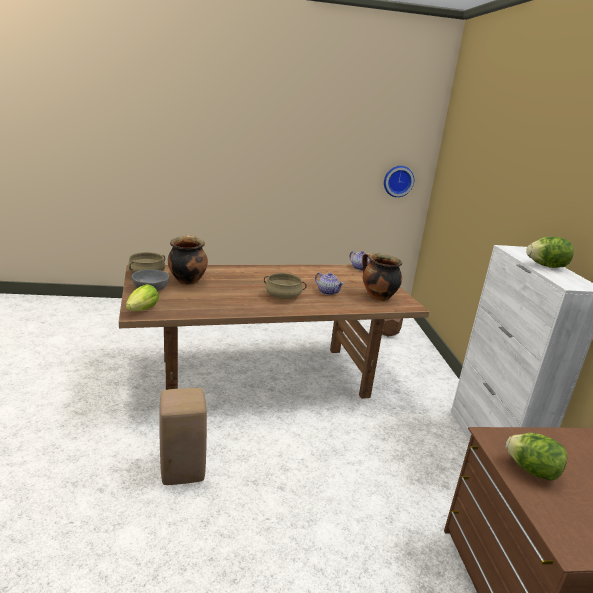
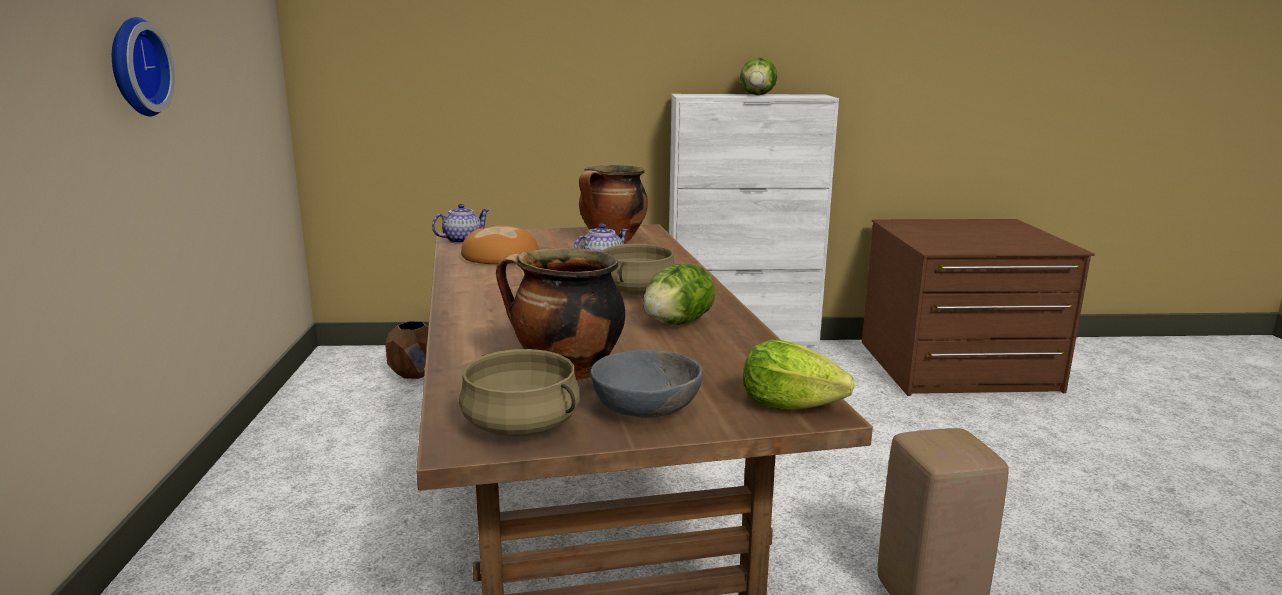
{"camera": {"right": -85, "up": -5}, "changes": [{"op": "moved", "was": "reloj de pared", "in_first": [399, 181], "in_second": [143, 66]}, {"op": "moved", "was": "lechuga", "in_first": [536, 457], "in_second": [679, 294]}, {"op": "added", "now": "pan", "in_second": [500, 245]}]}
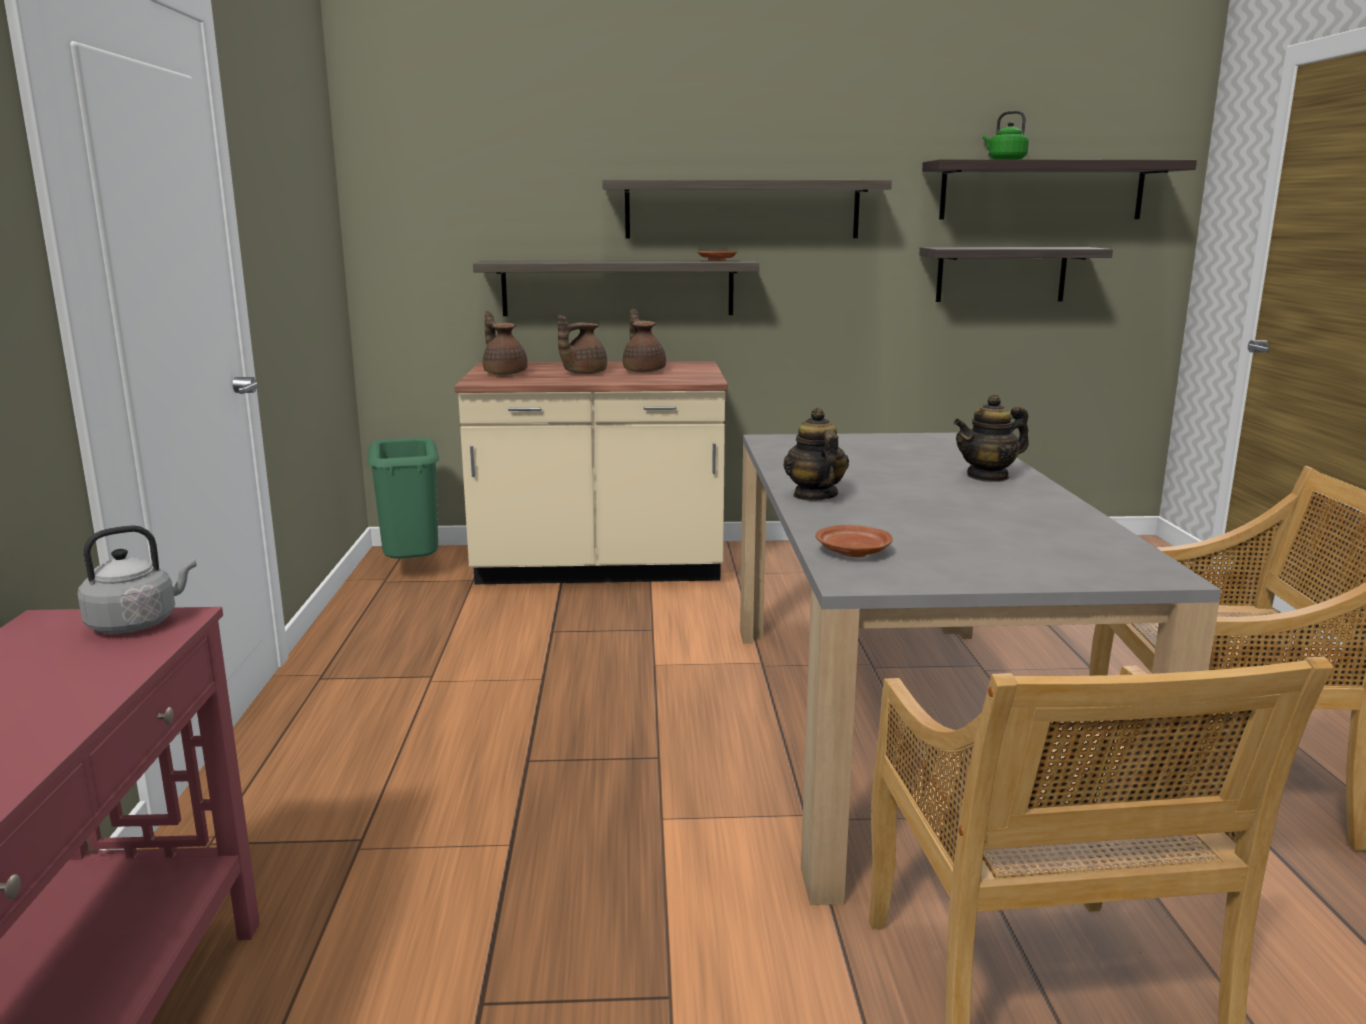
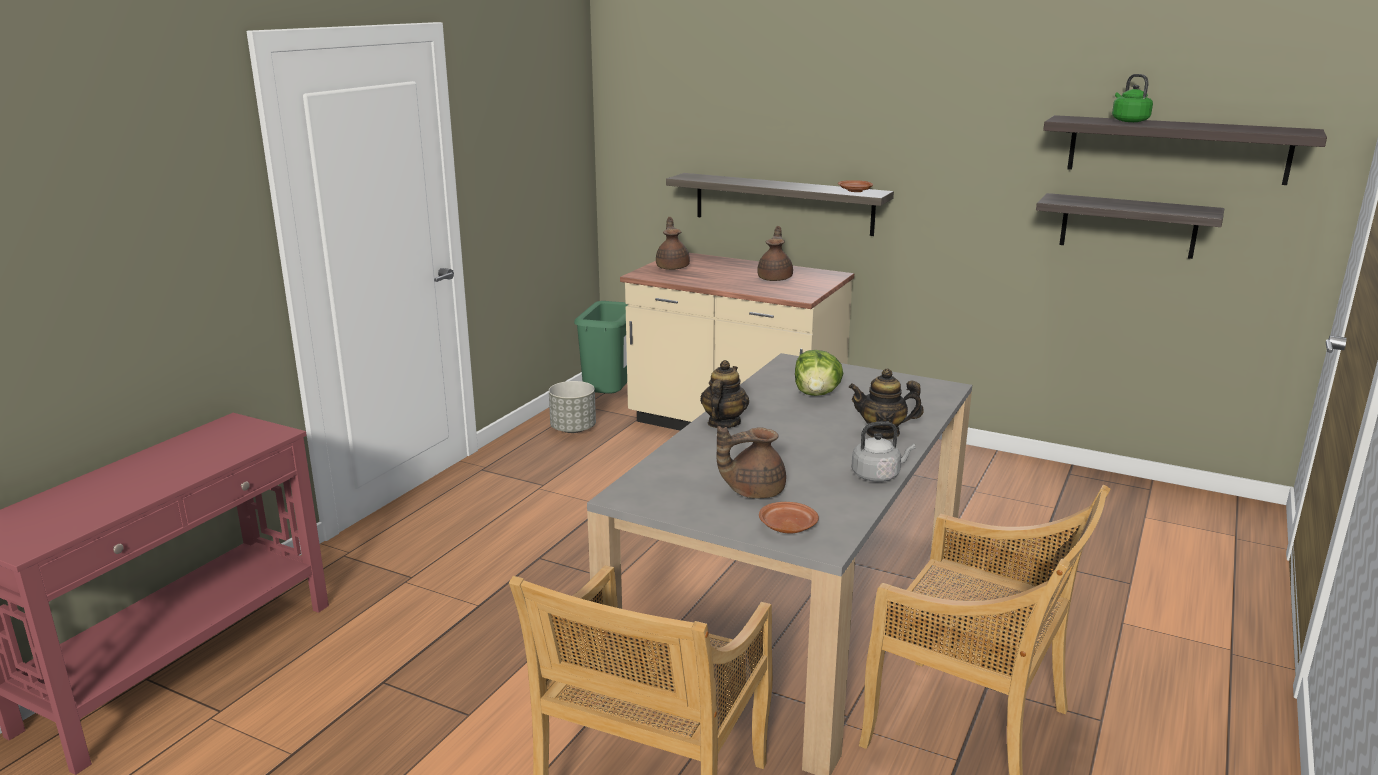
{"camera": {"right": 30, "up": 5}, "changes": [{"op": "removed", "was": "estante", "in_first": [747, 209]}, {"op": "moved", "was": "tetera [marrón]", "in_first": [582, 344], "in_second": [751, 462]}, {"op": "moved", "was": "hervidor [gris]", "in_first": [137, 579], "in_second": [883, 451]}, {"op": "moved", "was": "plato [marrón]", "in_first": [854, 541], "in_second": [789, 517]}, {"op": "added", "now": "lechuga", "in_second": [819, 373]}, {"op": "added", "now": "maceta [gris]", "in_second": [572, 407]}]}
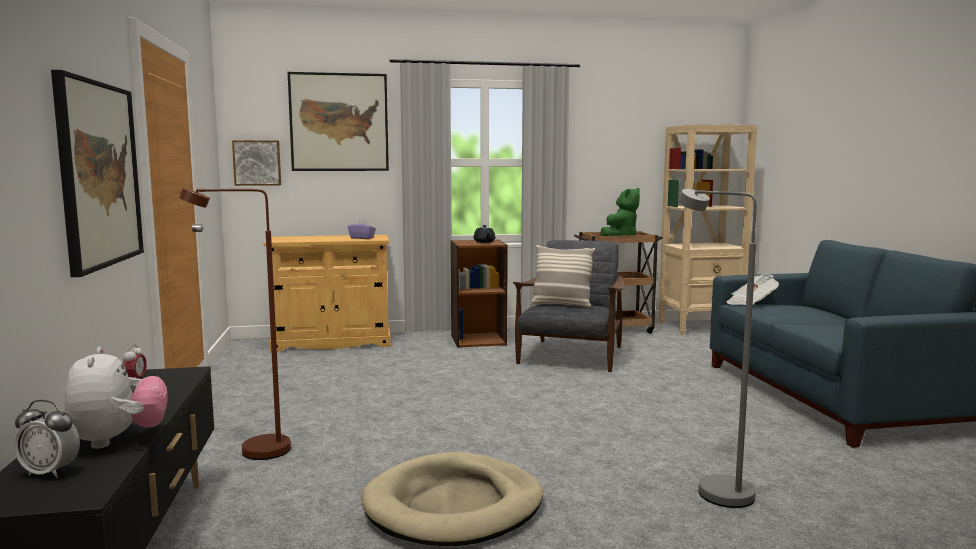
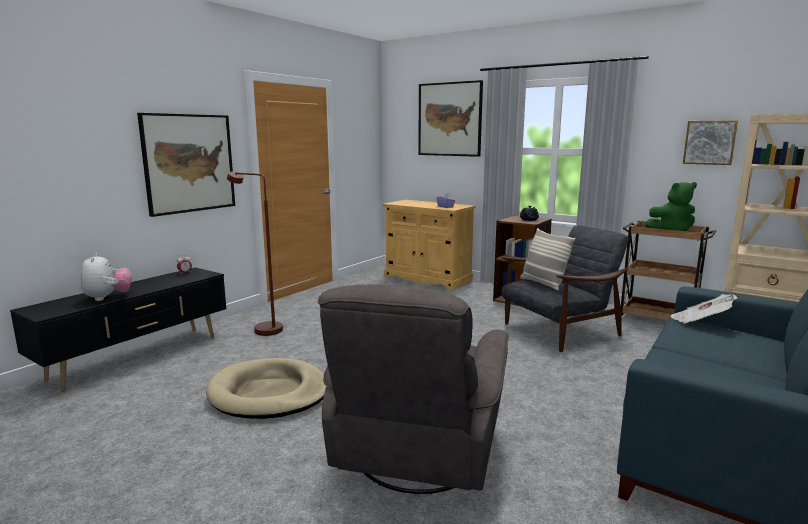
{"camera": {"right": 45, "up": 5}, "changes": [{"op": "moved", "was": "cuadro", "in_first": [256, 163], "in_second": [710, 142]}, {"op": "replaced", "was": "lámpara de pie [gris]", "now": "sillón [gris]", "in_first": [717, 348], "in_second": [413, 389]}, {"op": "turned", "was": "peluche", "in_first": [115, 398], "in_second": [106, 277], "clockwise": -45}, {"op": "removed", "was": "despertador", "in_first": [47, 439]}]}
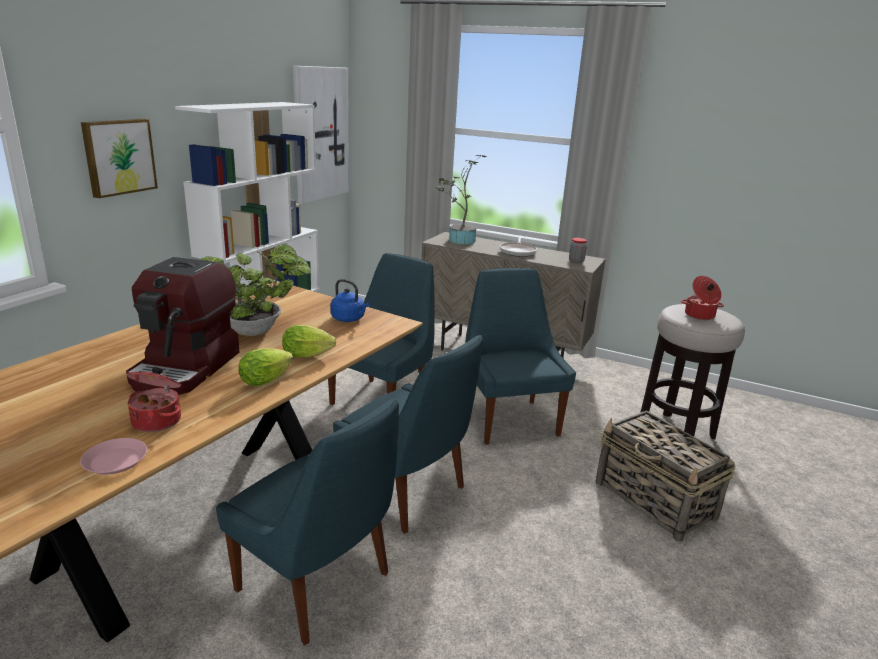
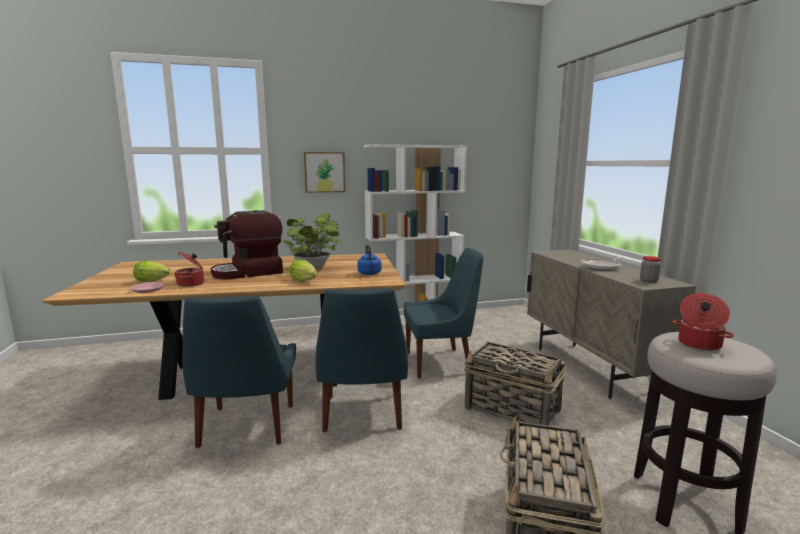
{"camera": {"right": 50, "up": -10}, "changes": [{"op": "removed", "was": "cuadro", "in_first": [321, 135]}, {"op": "removed", "was": "planta en maceta", "in_first": [461, 199]}, {"op": "replaced", "was": "silla [azul]", "now": "cesta", "in_first": [520, 356], "in_second": [515, 383]}, {"op": "moved", "was": "lechuga", "in_first": [265, 367], "in_second": [152, 271]}]}
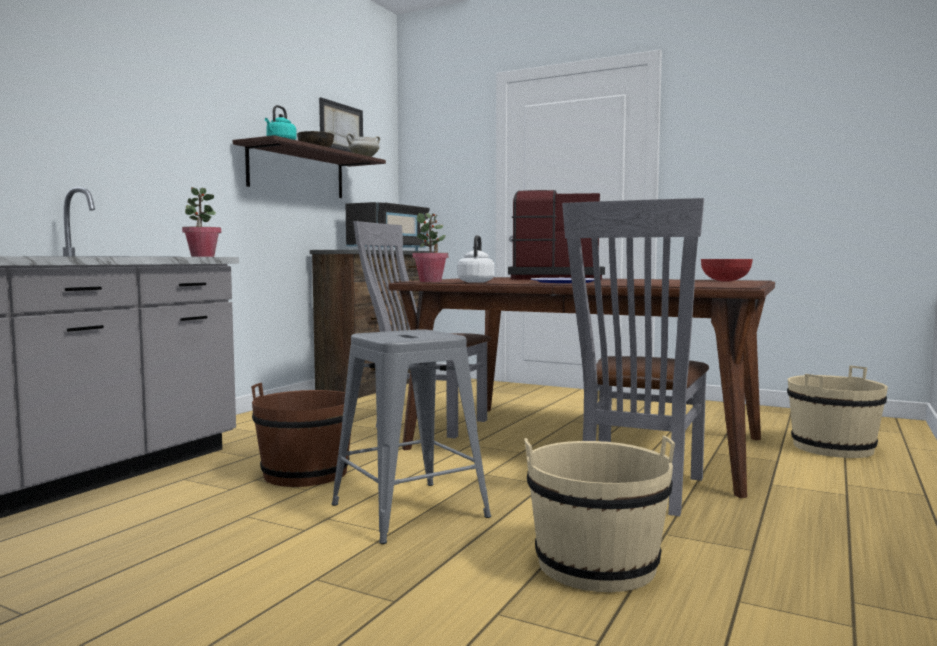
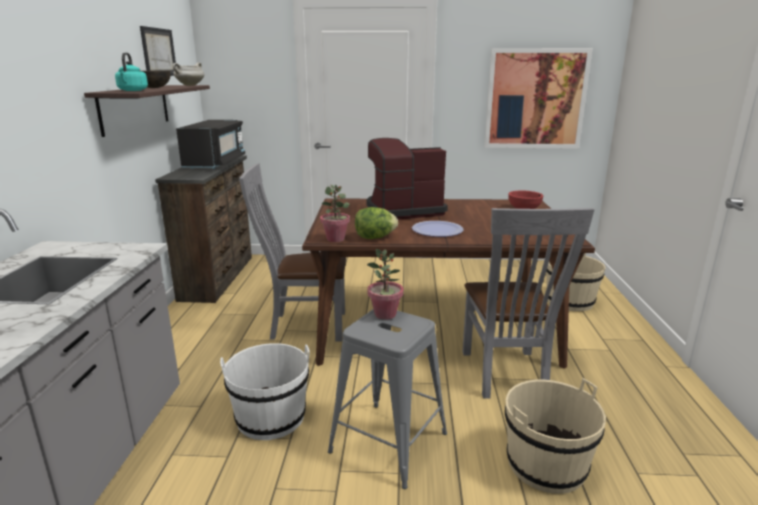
{"camera": {"right": -25, "up": 15}, "changes": [{"op": "moved", "was": "planta en maceta", "in_first": [201, 222], "in_second": [385, 284]}, {"op": "replaced", "was": "hervidor [blanco]", "now": "lechuga", "in_first": [476, 259], "in_second": [376, 223]}, {"op": "recoloured", "was": "cubo [marrón]", "now": "cubo [blanco]", "in_first": [303, 435], "in_second": [265, 391]}, {"op": "added", "now": "cuadro", "in_second": [538, 98]}]}
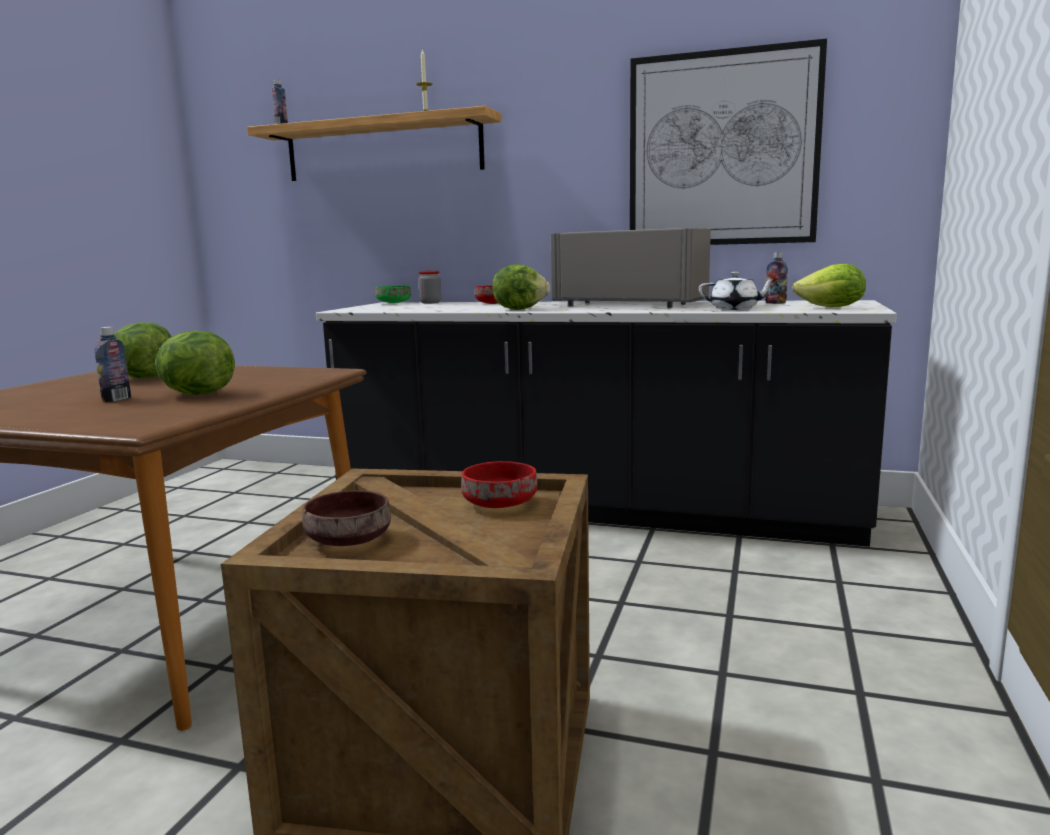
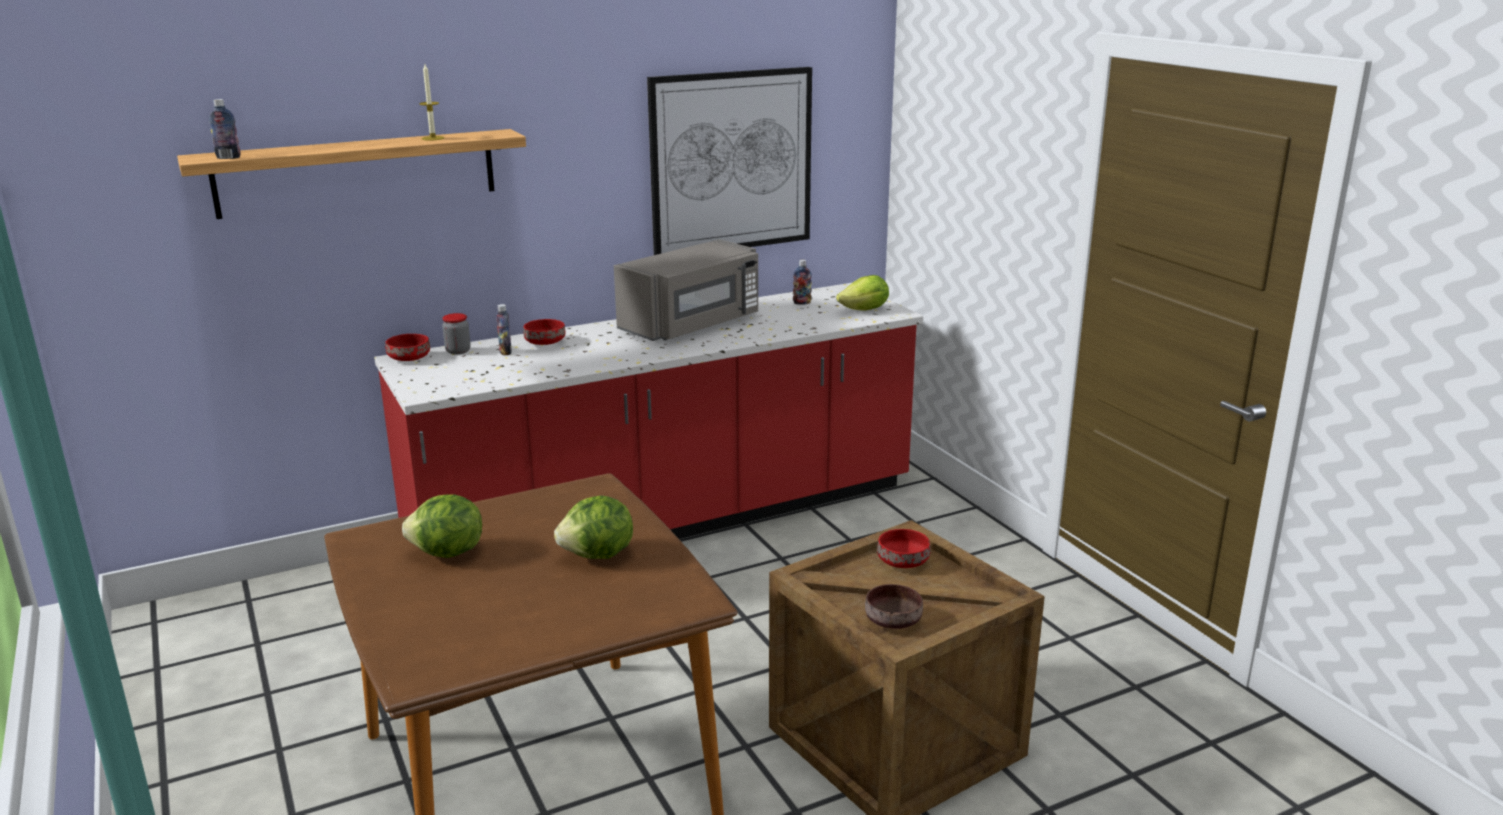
{"camera": {"right": -45, "up": 10}, "changes": [{"op": "turned", "was": "microondas [gris]", "in_first": [631, 268], "in_second": [686, 290], "clockwise": 150}, {"op": "removed", "was": "lechuga", "in_first": [521, 287]}, {"op": "removed", "was": "tetera [blanco]", "in_first": [738, 291]}, {"op": "recoloured", "was": "cuenco [verde]", "now": "cuenco [rojo]", "in_first": [393, 294], "in_second": [407, 347]}, {"op": "recoloured", "was": "mueble bajo de cocina [negro]", "now": "mueble bajo de cocina [rojo]", "in_first": [606, 423], "in_second": [648, 411]}, {"op": "moved", "was": "botella", "in_first": [113, 364], "in_second": [504, 330]}]}
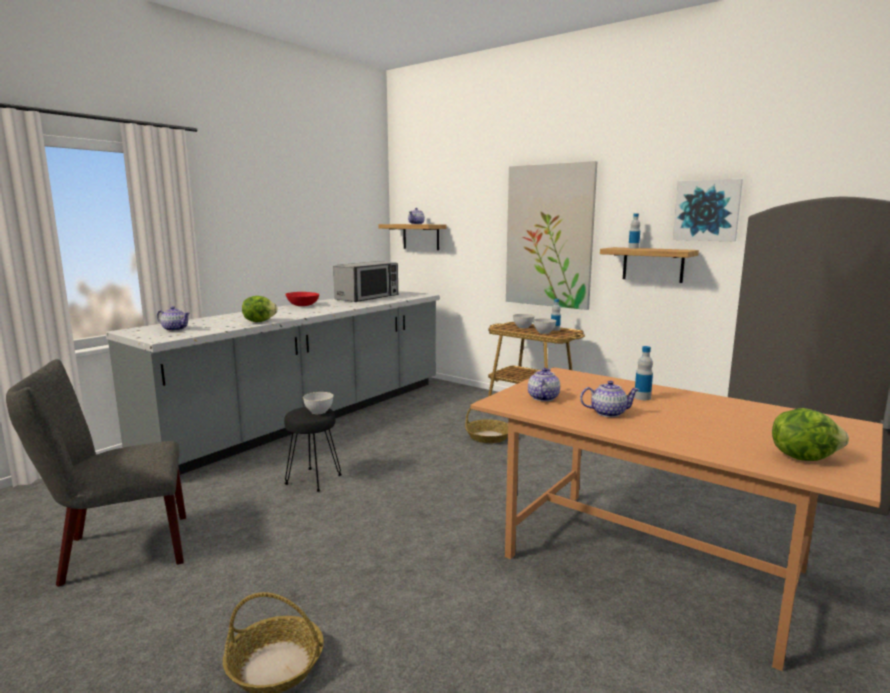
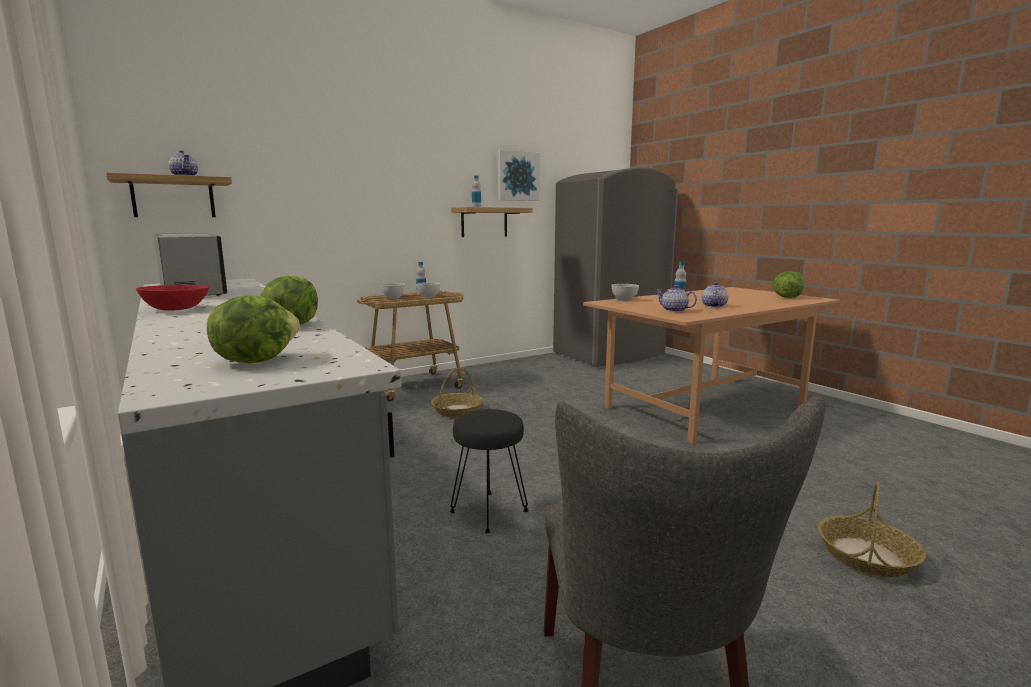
{"camera": {"right": -70, "up": 0}, "changes": [{"op": "removed", "was": "cuadro", "in_first": [551, 235]}, {"op": "replaced", "was": "tetera", "now": "lechuga", "in_first": [173, 318], "in_second": [253, 329]}, {"op": "moved", "was": "cuenco [gris]", "in_first": [318, 403], "in_second": [625, 292]}]}
